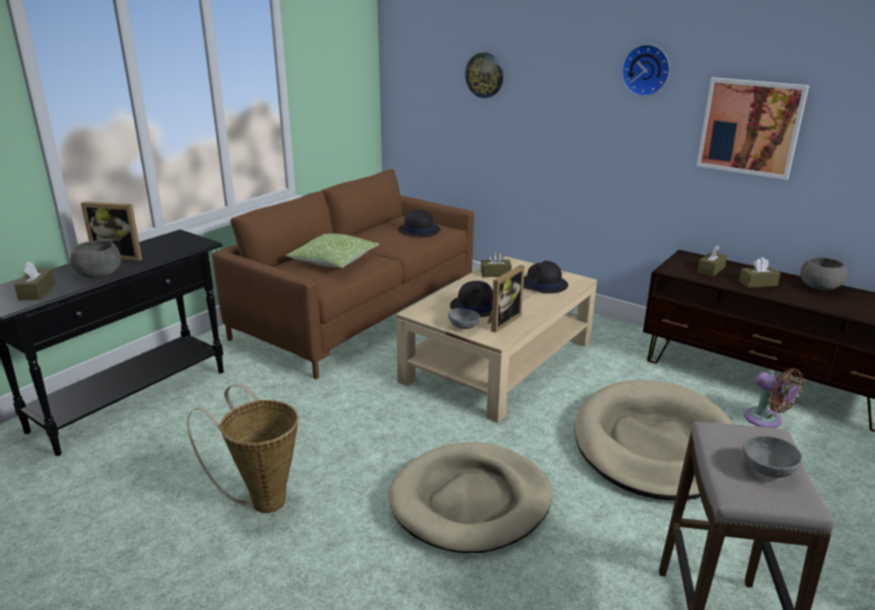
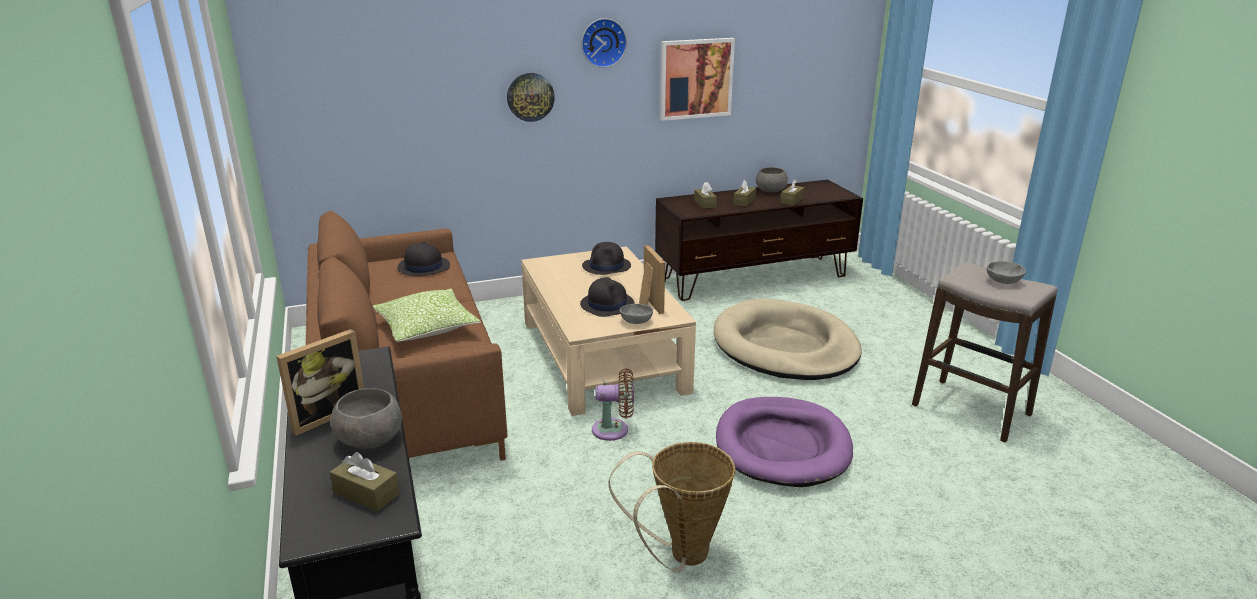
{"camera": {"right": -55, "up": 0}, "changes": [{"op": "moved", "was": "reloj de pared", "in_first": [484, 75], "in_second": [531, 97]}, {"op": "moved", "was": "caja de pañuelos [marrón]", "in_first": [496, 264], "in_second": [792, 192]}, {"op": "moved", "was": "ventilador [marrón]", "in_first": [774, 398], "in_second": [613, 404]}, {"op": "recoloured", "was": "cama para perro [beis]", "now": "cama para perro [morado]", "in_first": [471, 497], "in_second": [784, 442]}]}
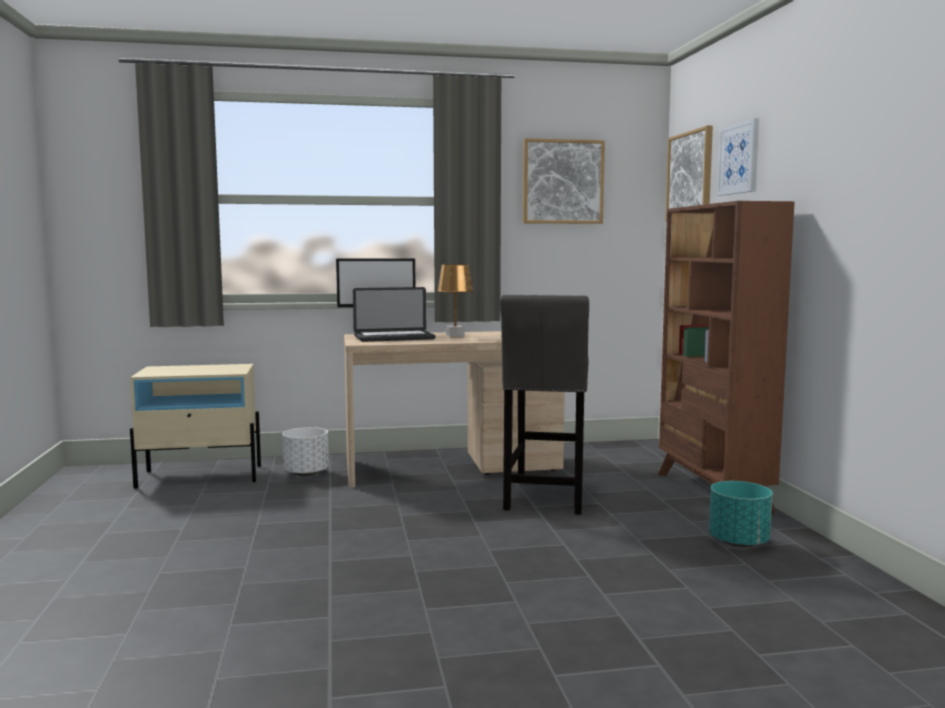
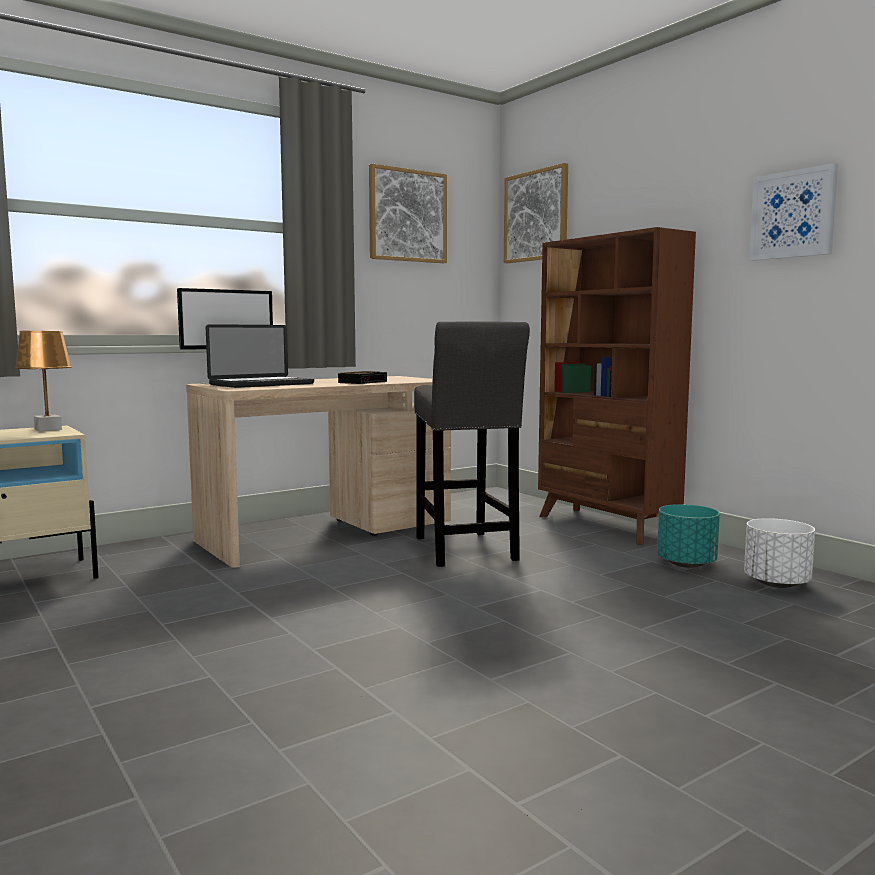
{"camera": {"right": -25, "up": 0}, "changes": [{"op": "moved", "was": "cuadro", "in_first": [738, 157], "in_second": [793, 212]}, {"op": "moved", "was": "lámpara de mesa [marrón]", "in_first": [455, 300], "in_second": [43, 381]}, {"op": "moved", "was": "maceta [blanco]", "in_first": [305, 451], "in_second": [779, 553]}, {"op": "added", "now": "despertador", "in_second": [362, 377]}]}
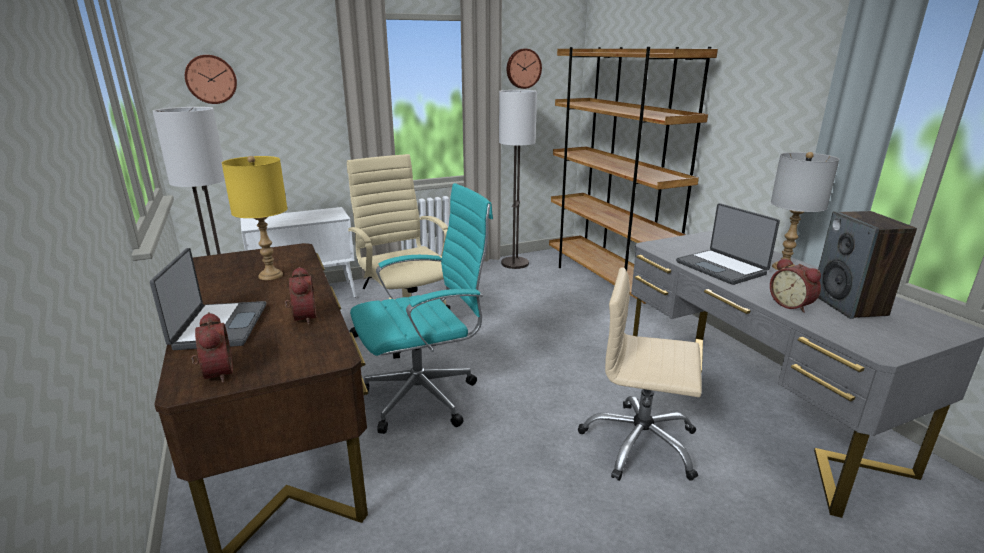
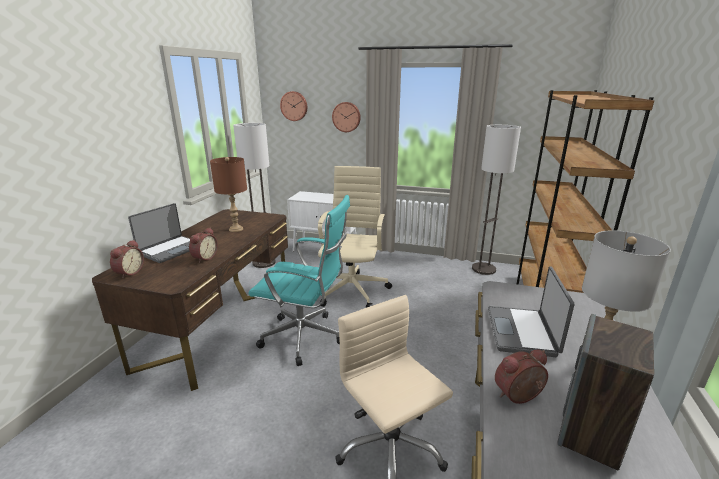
{"camera": {"right": 40, "up": 0}, "changes": [{"op": "moved", "was": "reloj de pared", "in_first": [524, 69], "in_second": [346, 117]}, {"op": "recoloured", "was": "lámpara de mesa [amarillo]", "now": "lámpara de mesa [marrón]", "in_first": [254, 218], "in_second": [228, 194]}, {"op": "turned", "was": "despertador", "in_first": [795, 285], "in_second": [521, 377], "clockwise": 60}]}
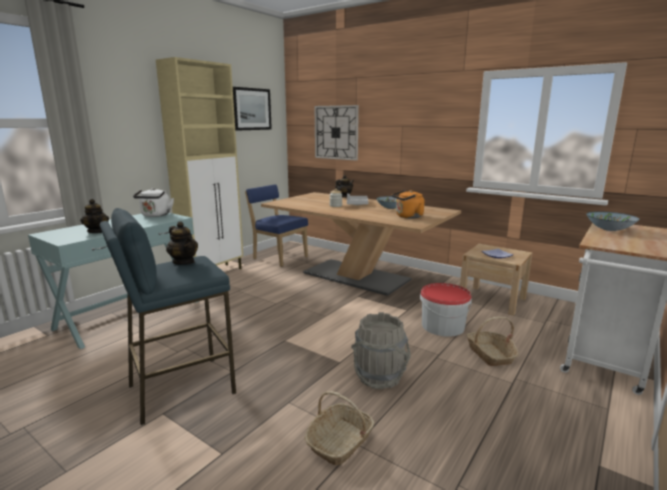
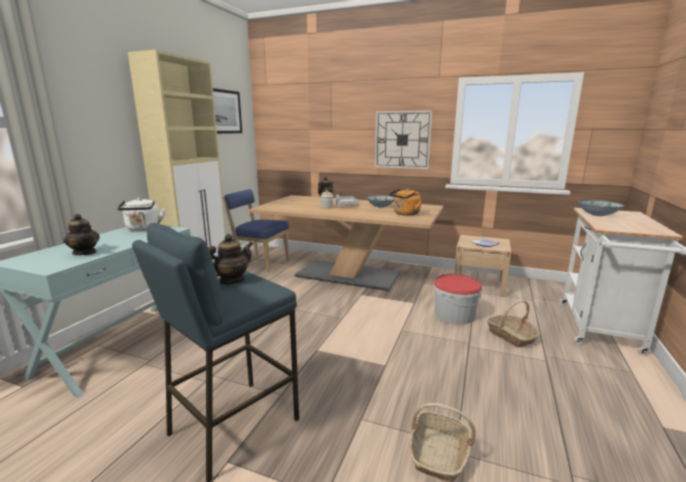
{"camera": {"right": -15, "up": 0}, "changes": [{"op": "moved", "was": "reloj de pared", "in_first": [337, 133], "in_second": [403, 139]}, {"op": "turned", "was": "tetera", "in_first": [182, 243], "in_second": [230, 259], "clockwise": -75}, {"op": "removed", "was": "cubo [gris]", "in_first": [381, 350]}]}
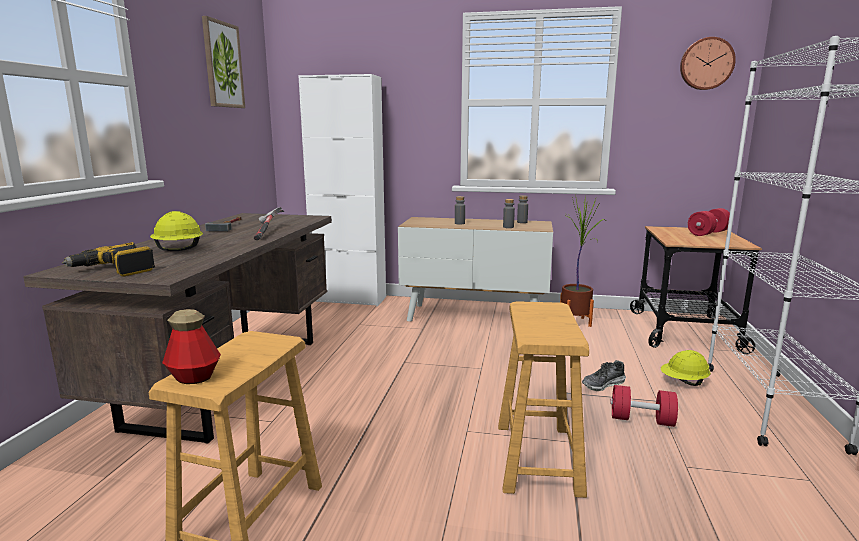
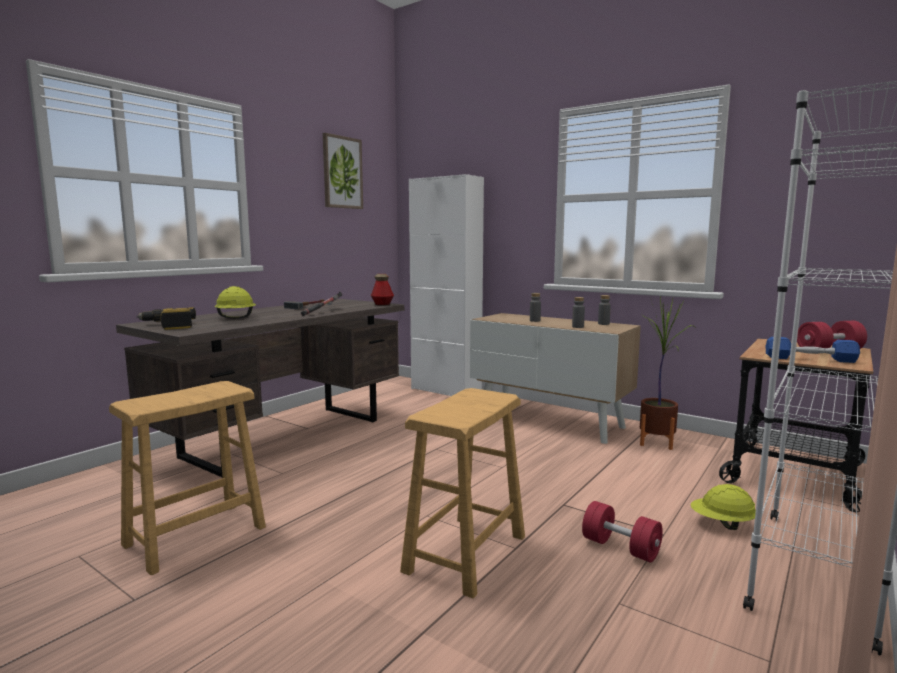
{"camera": {"right": 25, "up": -5}, "changes": [{"op": "removed", "was": "reloj de pared", "in_first": [708, 63]}, {"op": "moved", "was": "botella", "in_first": [191, 346], "in_second": [382, 289]}, {"op": "removed", "was": "zapato", "in_first": [604, 376]}, {"op": "added", "now": "mancuerna [azul]", "in_second": [813, 350]}]}
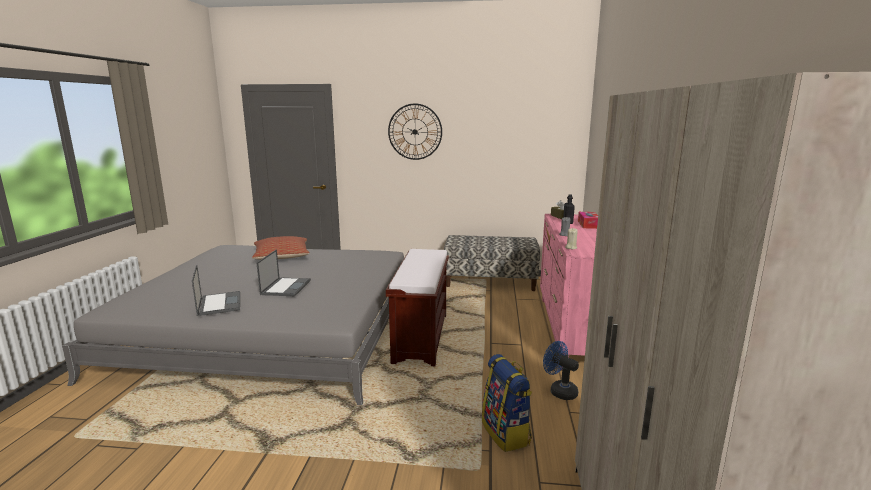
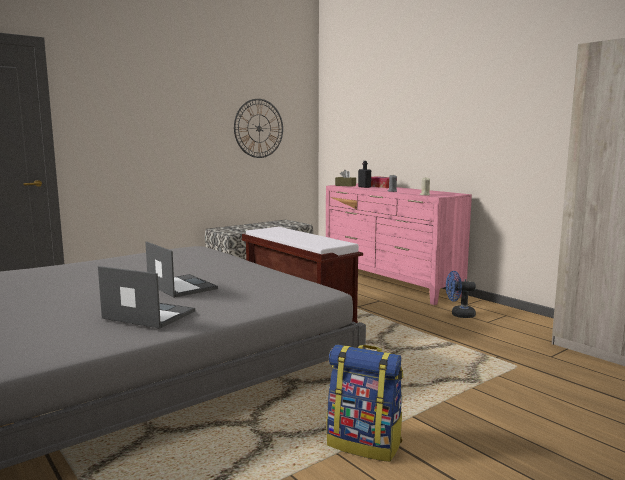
{"camera": {"right": -45, "up": -5}, "changes": [{"op": "moved", "was": "reloj de pared", "in_first": [415, 132], "in_second": [258, 128]}, {"op": "removed", "was": "cojín", "in_first": [281, 248]}, {"op": "moved", "was": "mochila", "in_first": [507, 403], "in_second": [365, 403]}]}
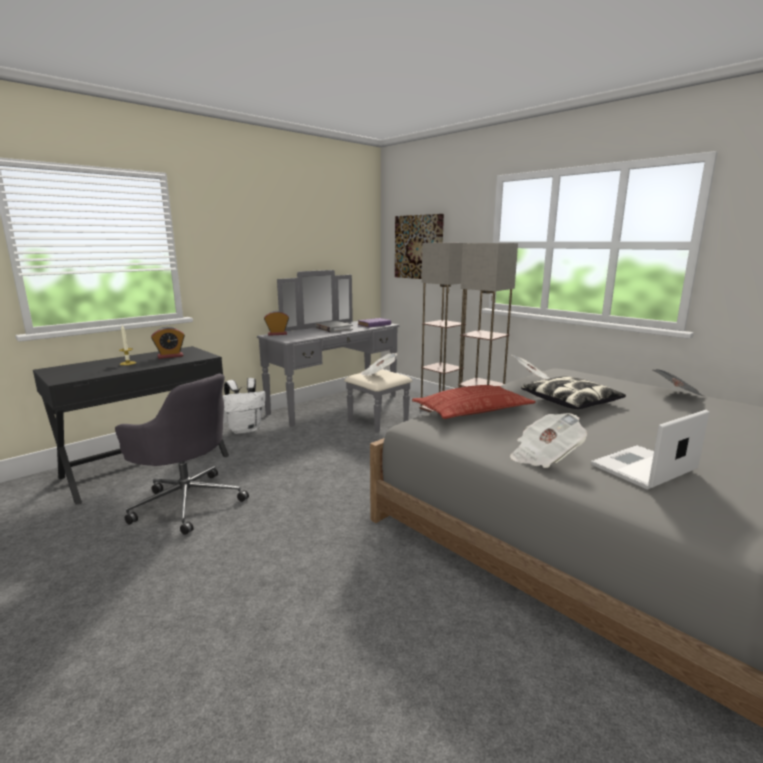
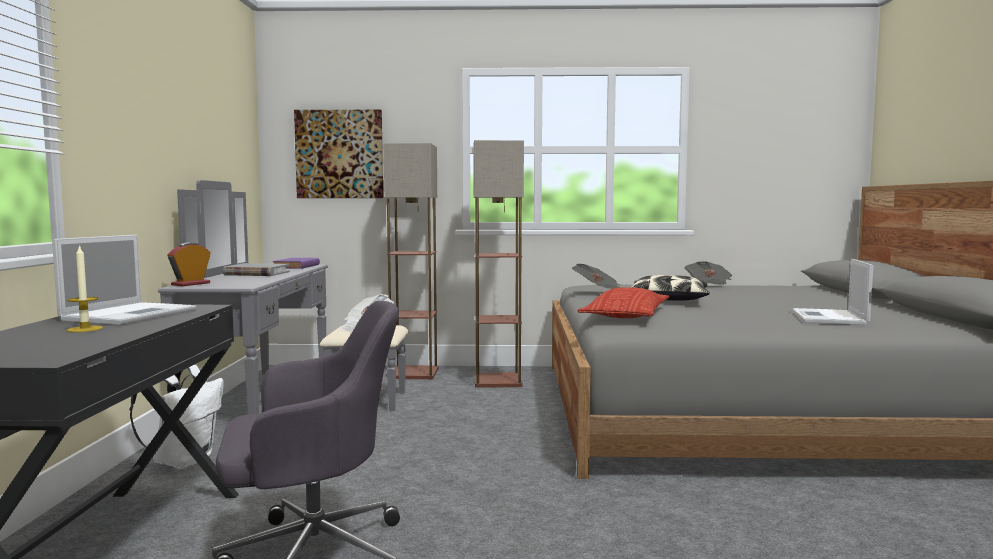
{"camera": {"right": -45, "up": -10}, "changes": [{"op": "replaced", "was": "despertador", "now": "portátil", "in_first": [168, 343], "in_second": [124, 280]}, {"op": "removed", "was": "periódico", "in_first": [548, 440]}]}
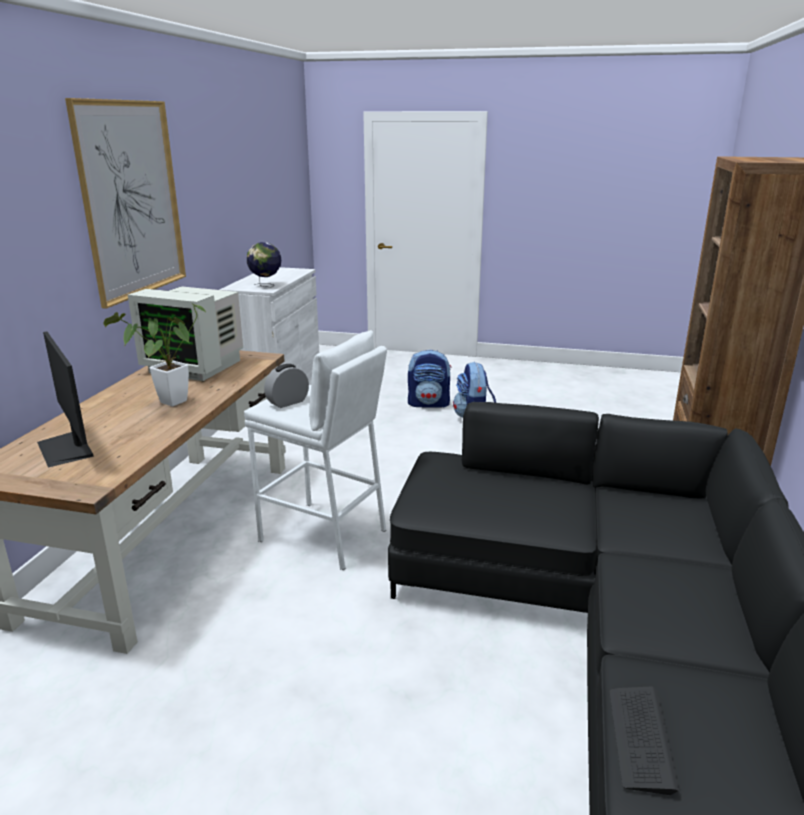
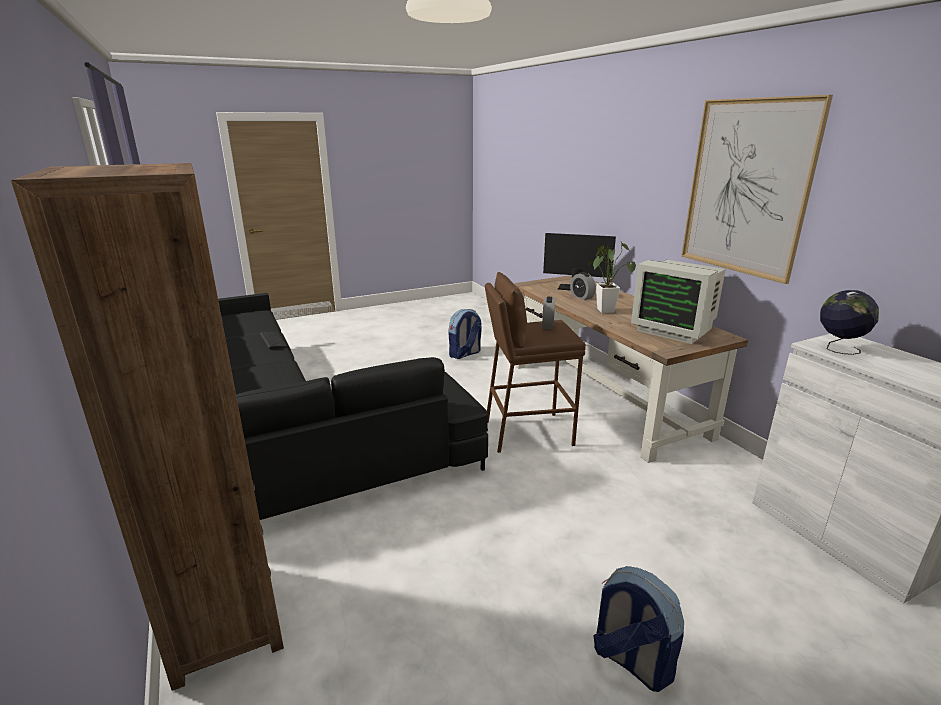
{"camera": {"right": 140, "up": 0}, "changes": [{"op": "turned", "was": "monitor", "in_first": [185, 333], "in_second": [678, 302], "clockwise": -120}, {"op": "recoloured", "was": "taburete [blanco]", "now": "taburete [marrón]", "in_first": [315, 450], "in_second": [535, 362]}, {"op": "moved", "was": "mochila", "in_first": [430, 378], "in_second": [465, 334]}, {"op": "added", "now": "despertador", "in_second": [583, 286]}]}
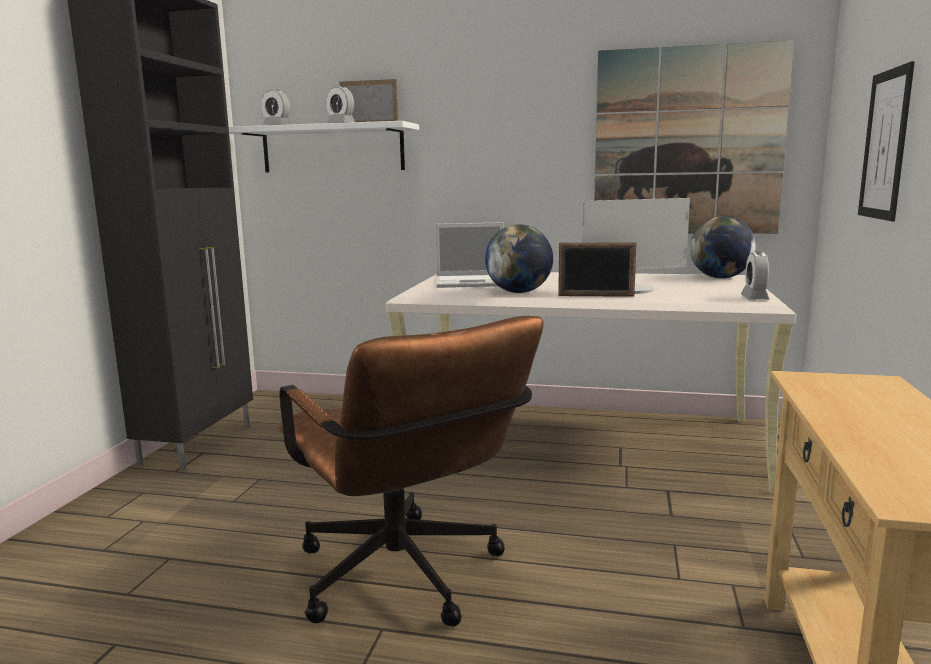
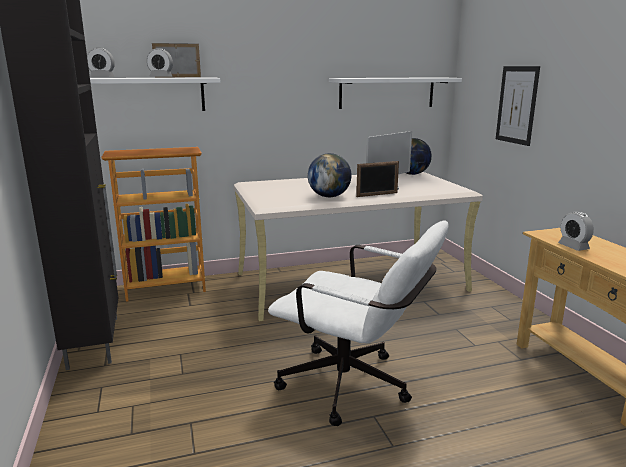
{"camera": {"right": -30, "up": 5}, "changes": [{"op": "replaced", "was": "cuadro", "now": "estante [blanco]", "in_first": [694, 137], "in_second": [395, 93]}, {"op": "removed", "was": "portátil", "in_first": [469, 255]}, {"op": "moved", "was": "despertador", "in_first": [755, 275], "in_second": [576, 231]}, {"op": "recoloured", "was": "silla de oficina [marrón]", "now": "silla de oficina [blanco]", "in_first": [411, 471], "in_second": [358, 323]}, {"op": "added", "now": "estantería", "in_second": [153, 224]}]}
